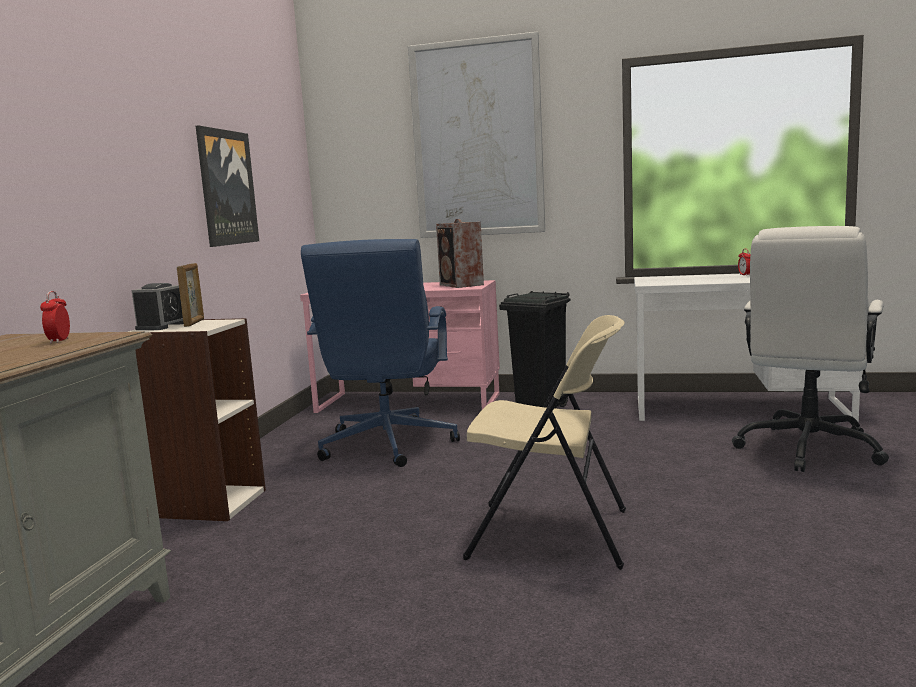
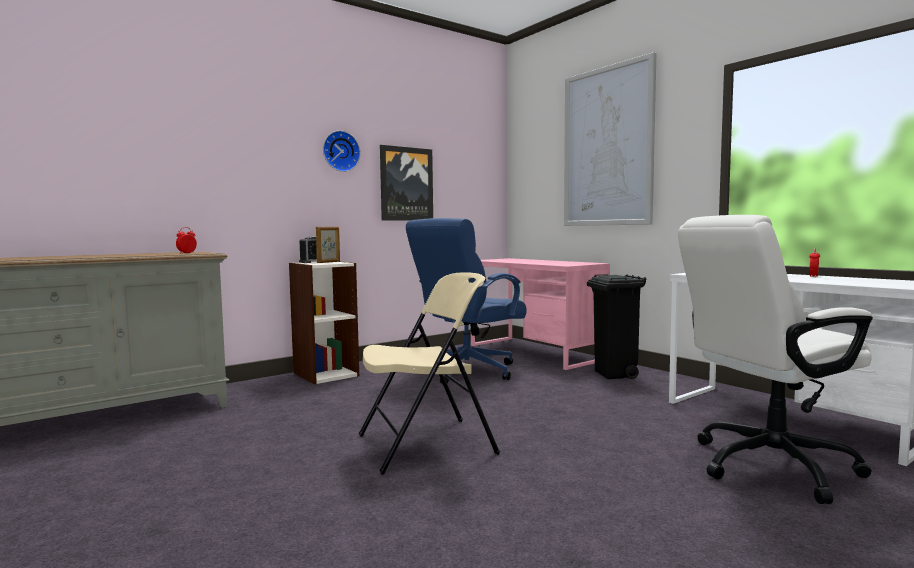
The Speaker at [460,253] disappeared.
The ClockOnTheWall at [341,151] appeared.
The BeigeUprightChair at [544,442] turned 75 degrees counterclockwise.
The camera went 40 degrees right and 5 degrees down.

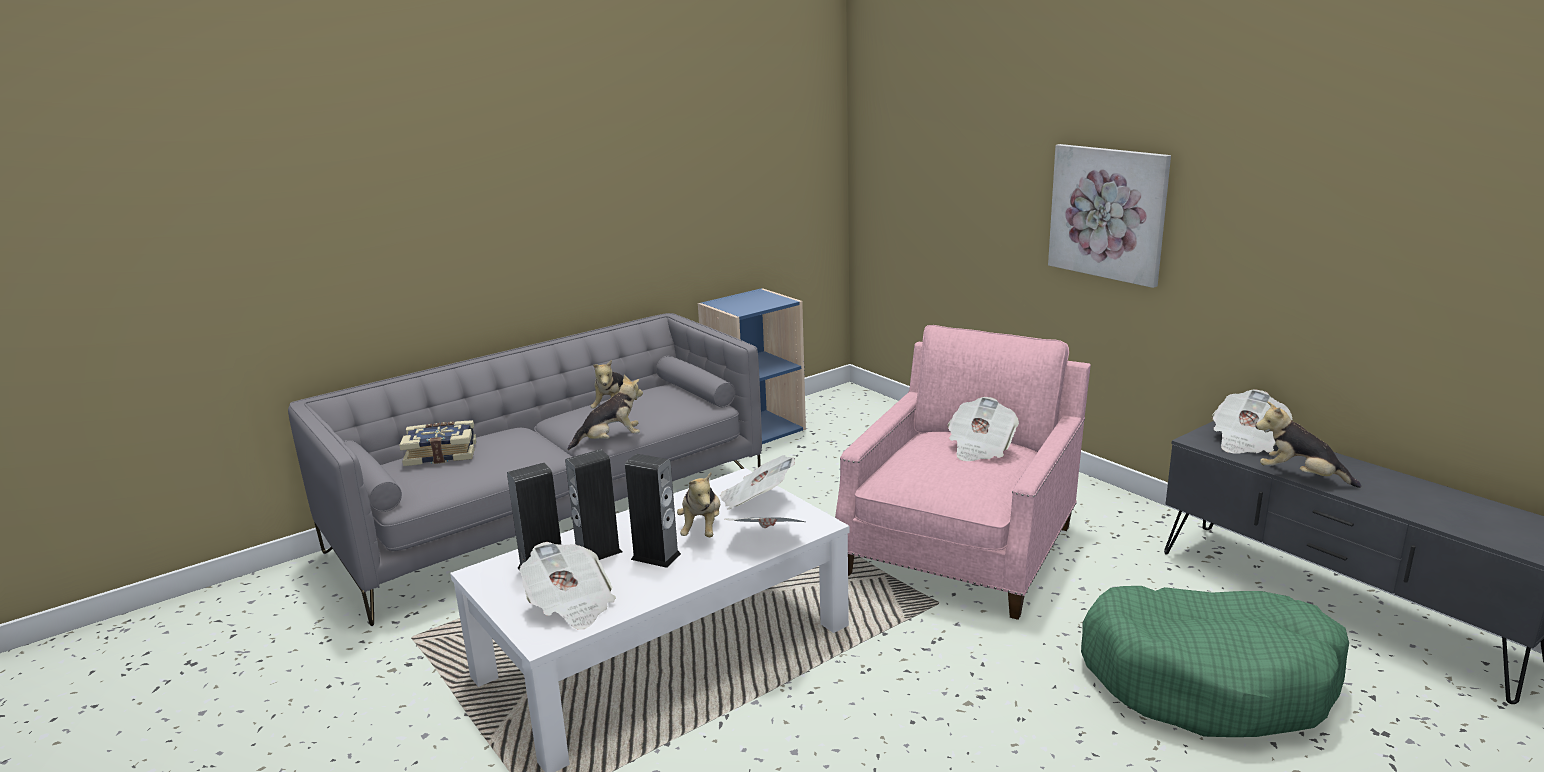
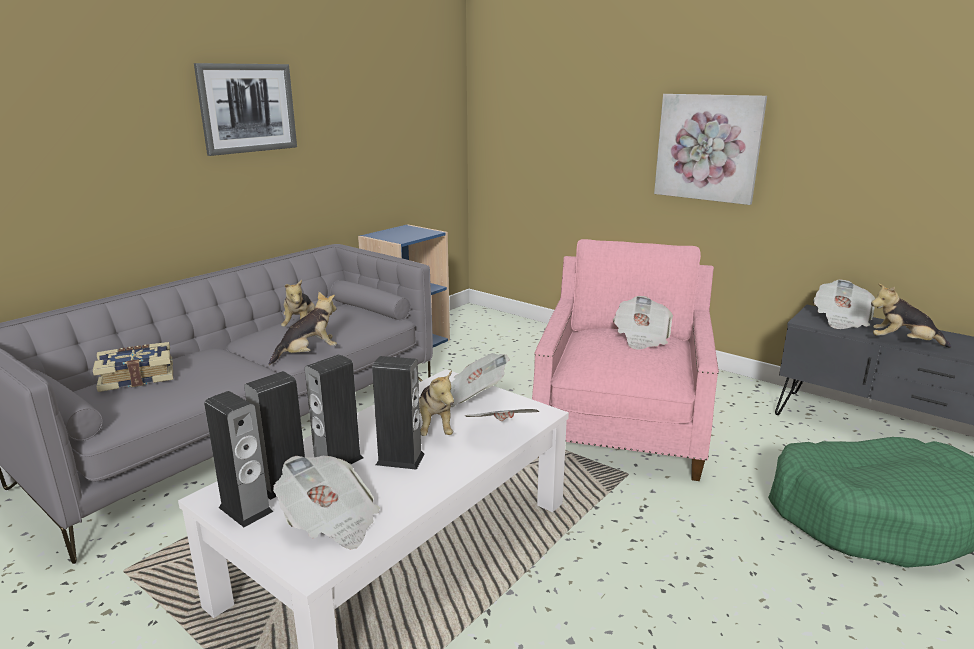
The Picture at [245,109] appeared.
The Speaker at [238,459] appeared.
The camera went 15 degrees left and 0 degrees up.

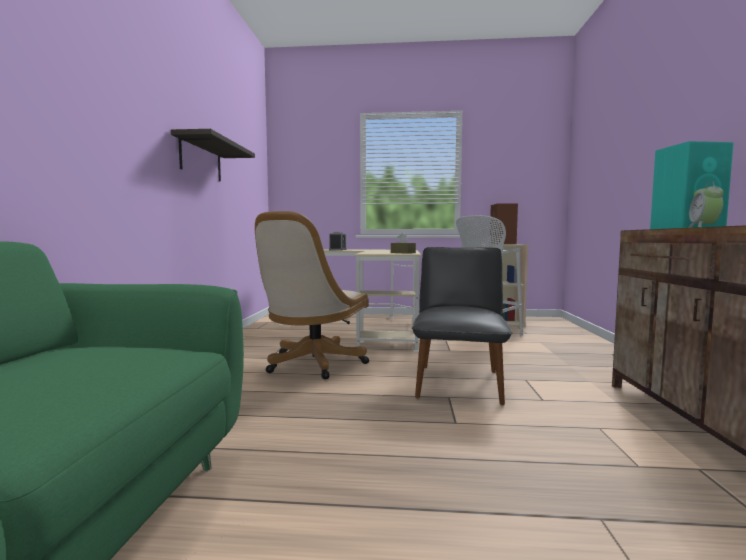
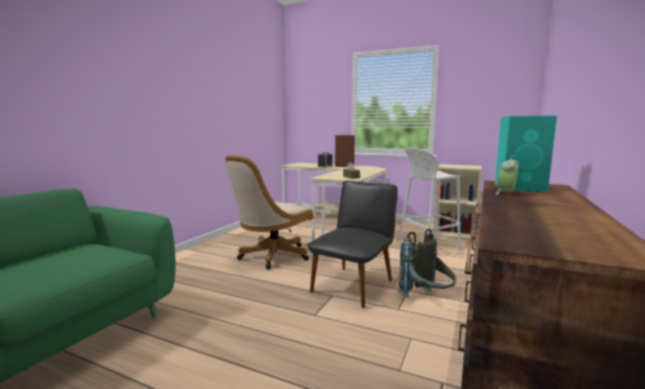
The WallShelf at [213,155] disappeared.
The GreyKnapsack at [426,263] appeared.
The BrownSpeaker moved from [504,223] to [345,151].
The camera went 20 degrees right and 5 degrees up.

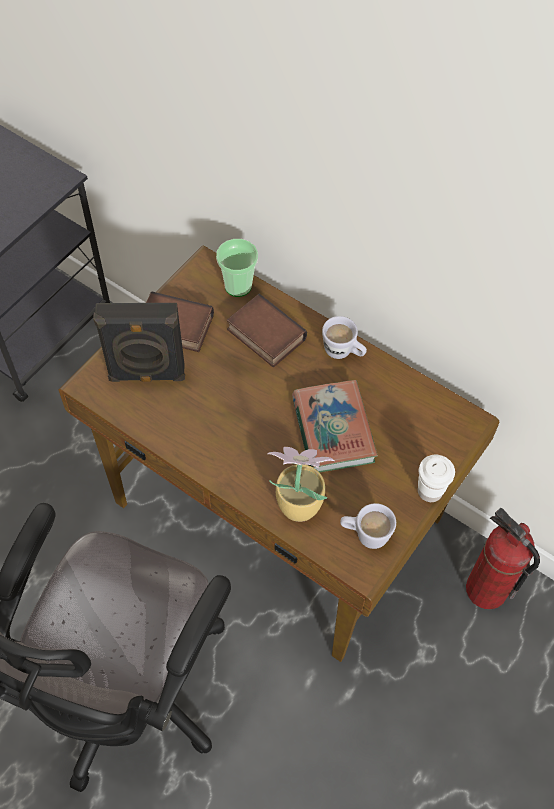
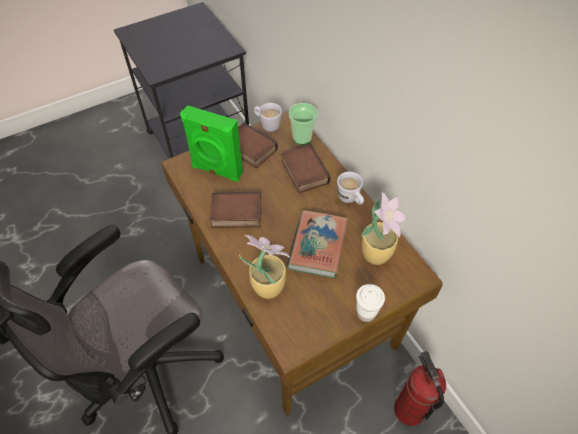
The Book at [235,210] appeared.
The PottedPlant at [383,228] appeared.
The WhitishCoffeeMug moved from [368,526] to [268,117].
The BlackishSpeaker at [139,342] became the GreenColouredSpeaker at [211,143].
The camera went 25 degrees right and 5 degrees down.

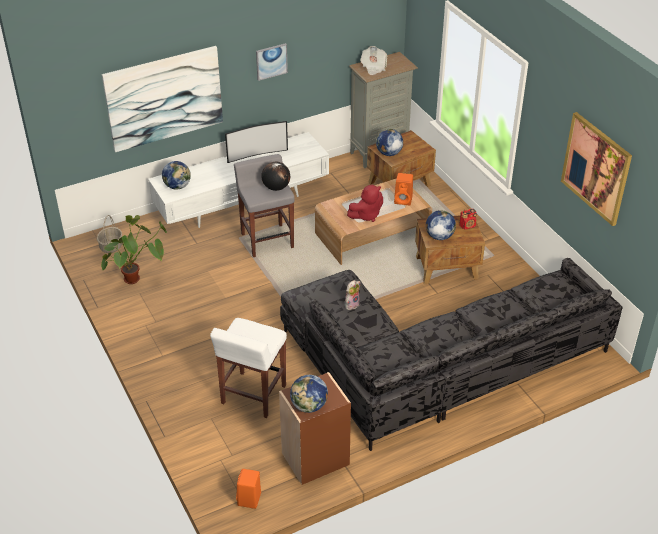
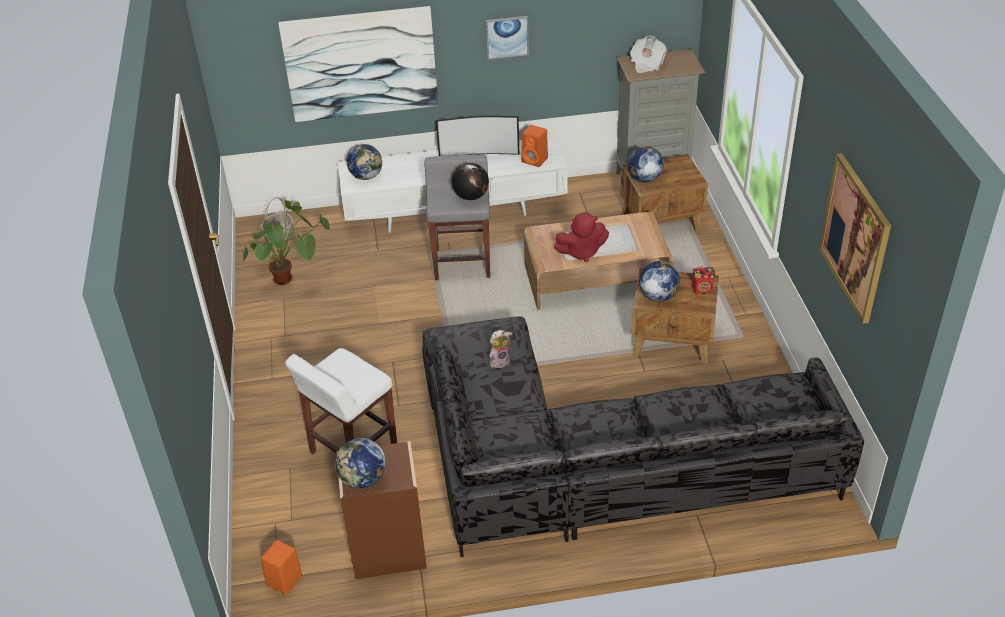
The OrangeySpeaker moved from [403,189] to [534,146].
The camera went 20 degrees right and 0 degrees up.

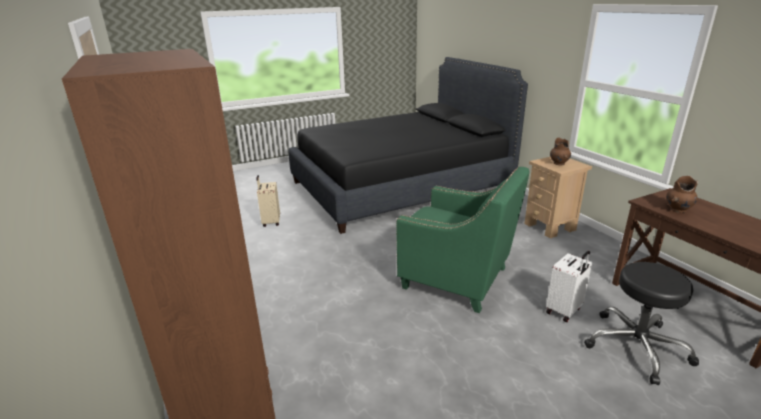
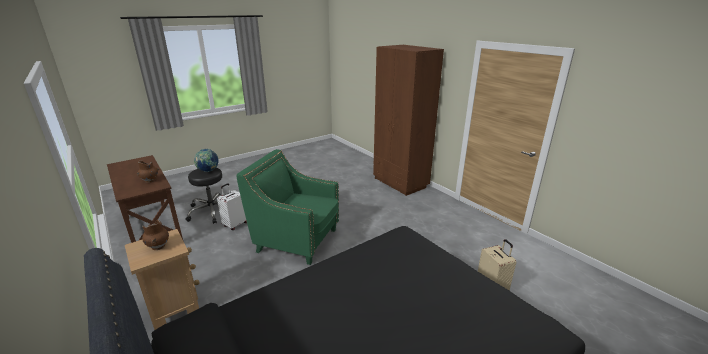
The WorldGlobe at [206,160] appeared.
The camera went 170 degrees right and 0 degrees up.

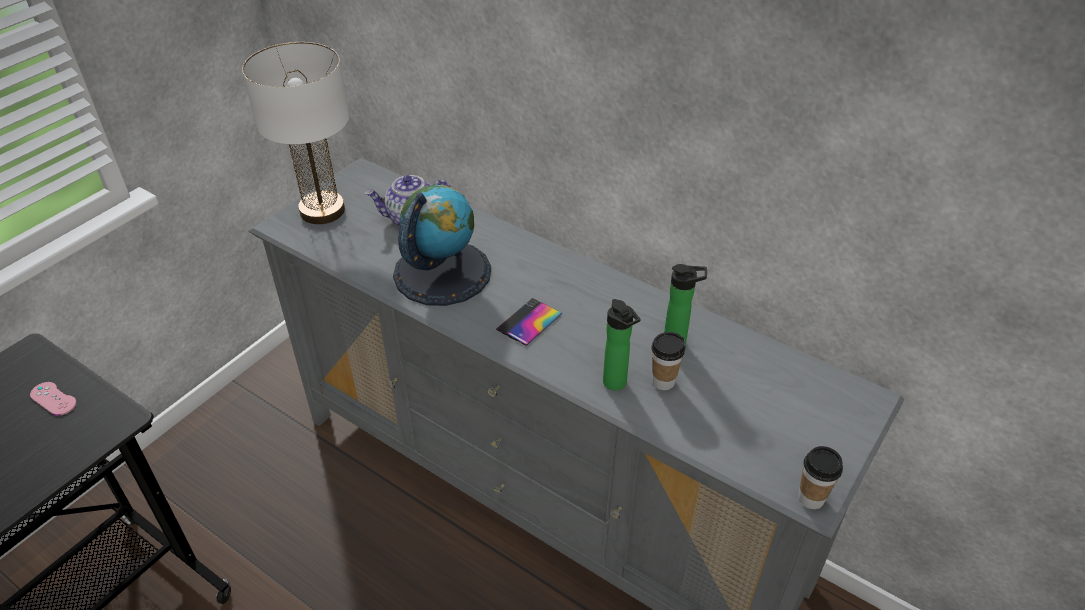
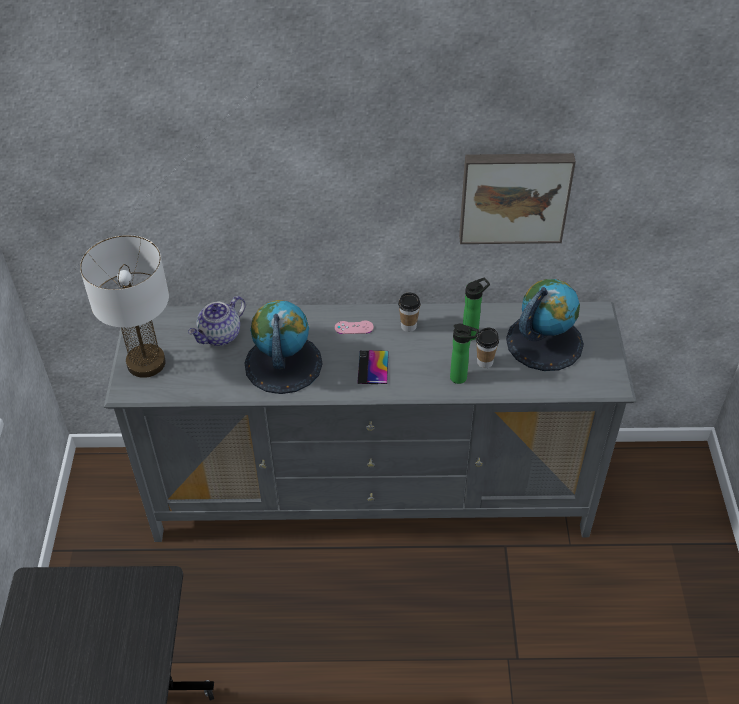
The Picture at [517,198] appeared.
The WorldGlobe at [545,325] appeared.
The PinkColouredGamepad moved from [53,398] to [354,327].
The Cup moved from [820,477] to [409,312].
The camera went 35 degrees left and 5 degrees up.

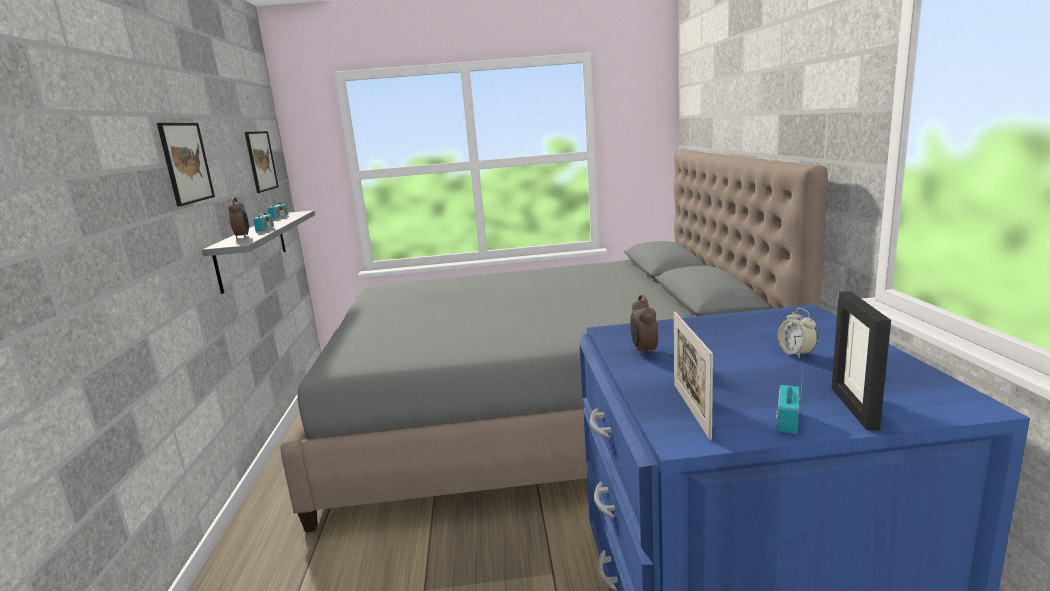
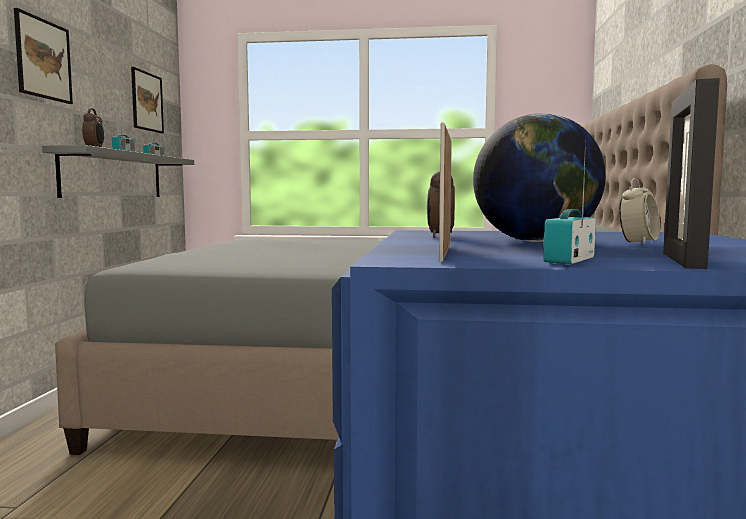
The WorldGlobe at [539,177] appeared.
The TableClock at [798,333] turned 135 degrees counterclockwise.
The camera went 10 degrees right and 10 degrees down.

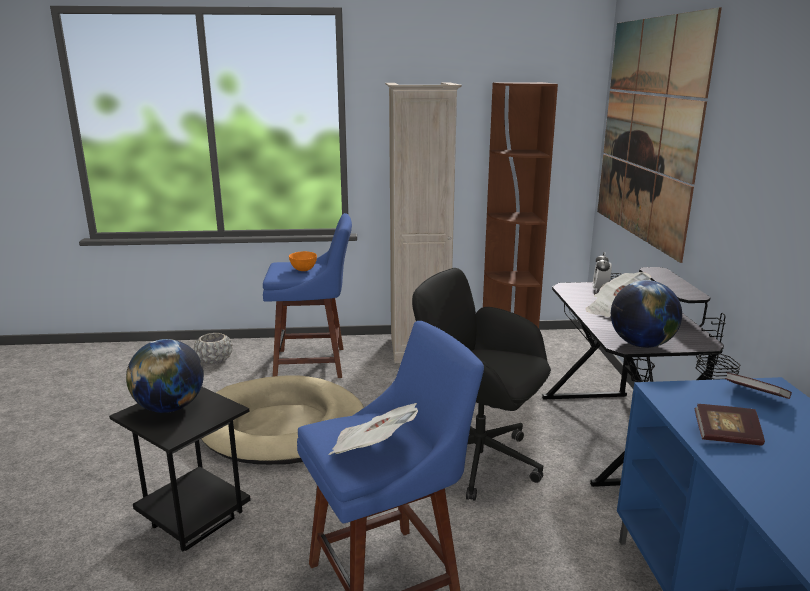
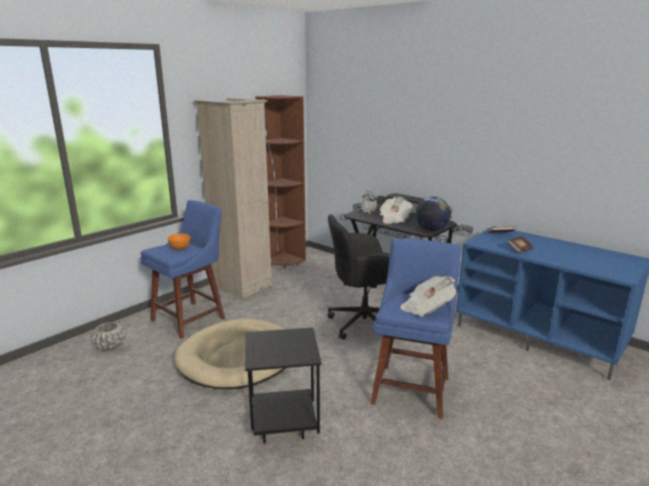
The WorldGlobe at [165,376] disappeared.
The Picture at [659,135] disappeared.
The camera went 45 degrees left and 0 degrees up.

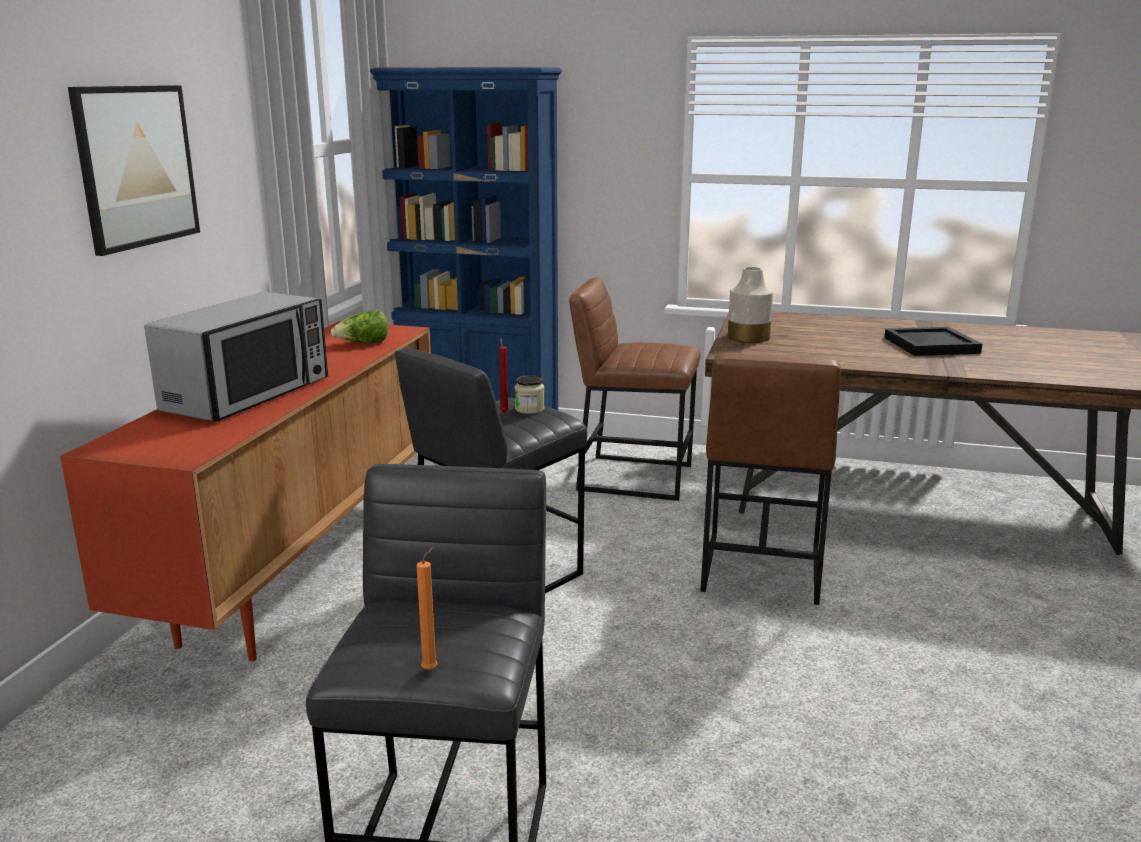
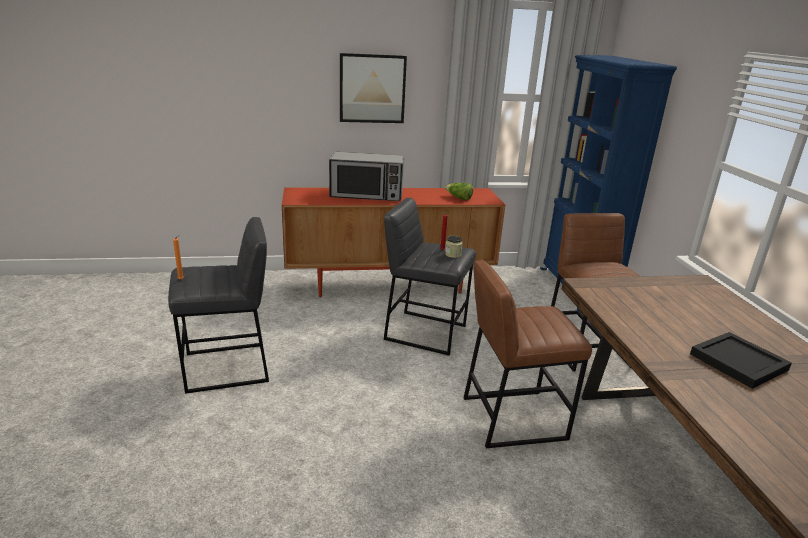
The BeigeVase at [750,305] disappeared.
The camera went 65 degrees right and 5 degrees up.

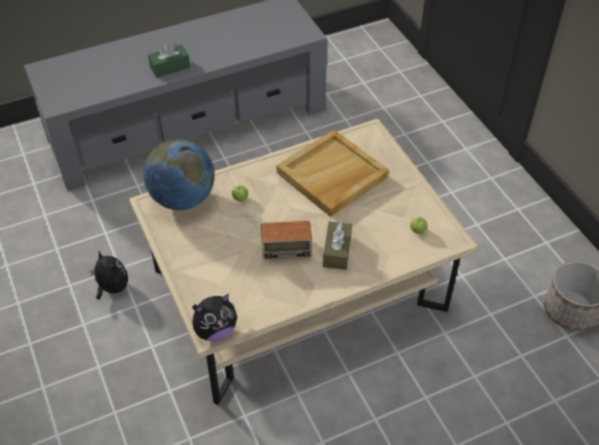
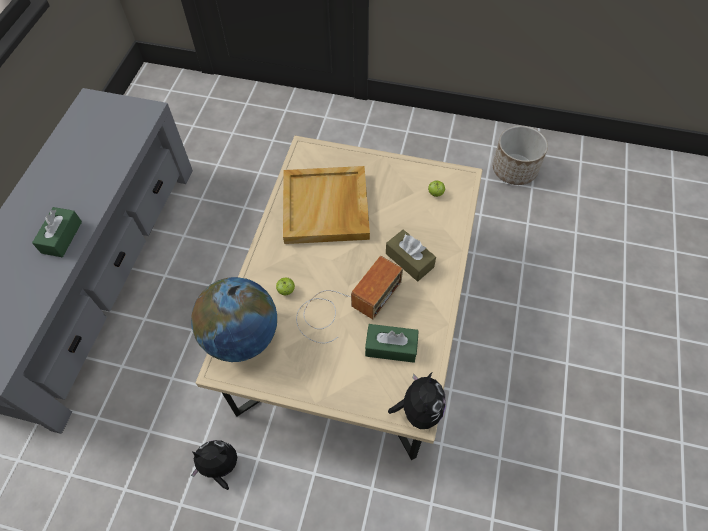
The GreenColouredTissueHolder at [392,343] appeared.
The camera went 50 degrees left and 10 degrees up.

